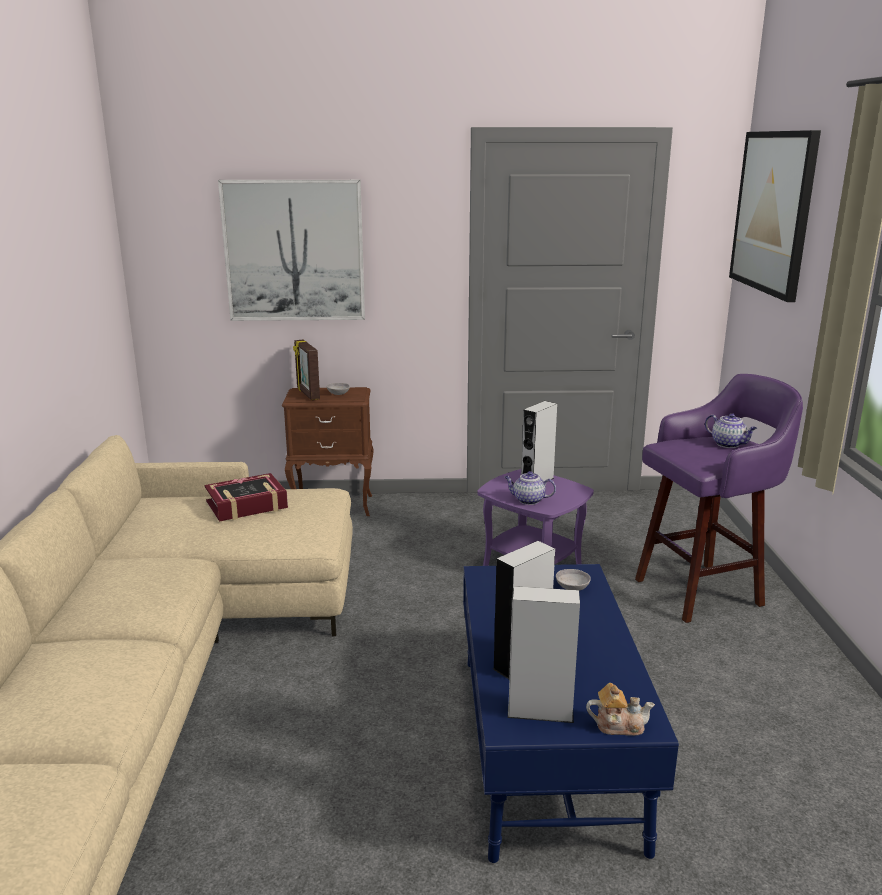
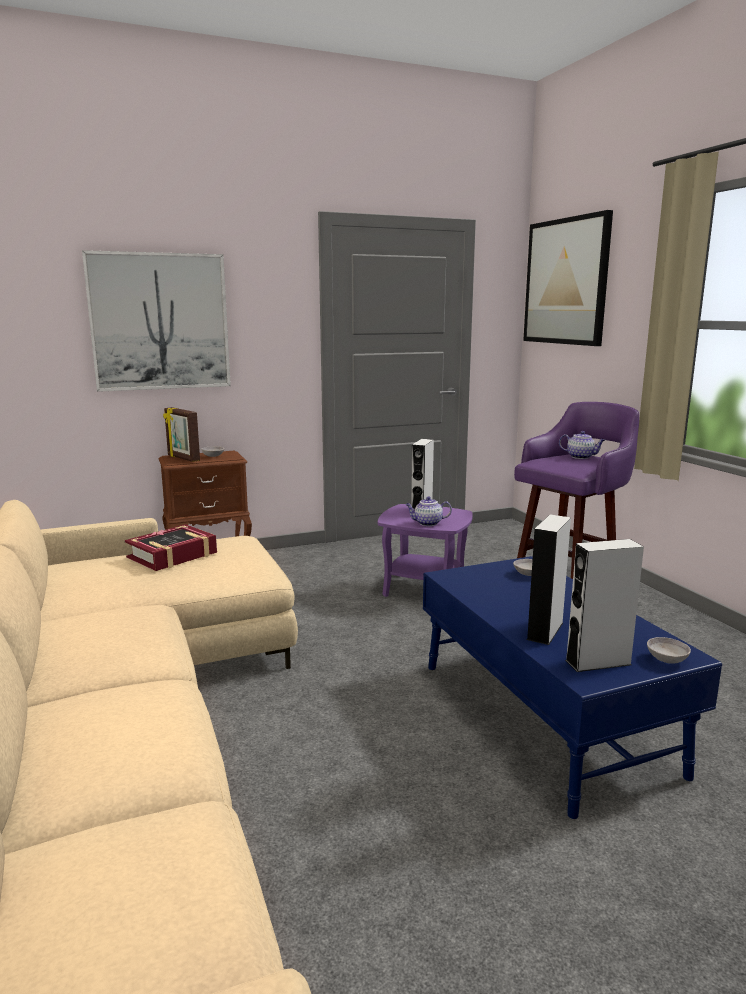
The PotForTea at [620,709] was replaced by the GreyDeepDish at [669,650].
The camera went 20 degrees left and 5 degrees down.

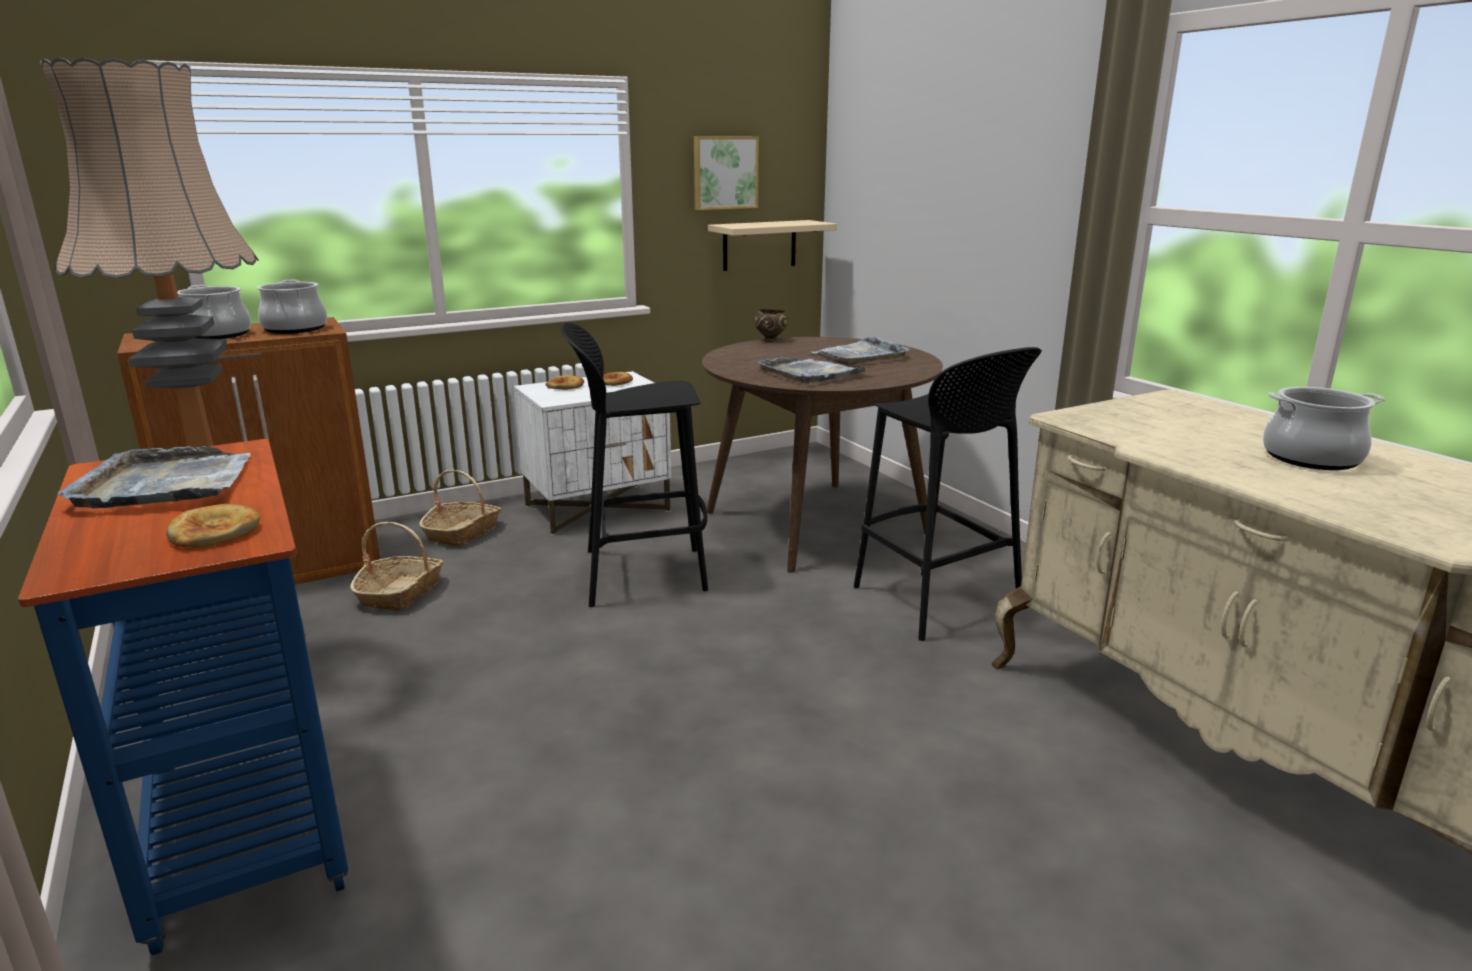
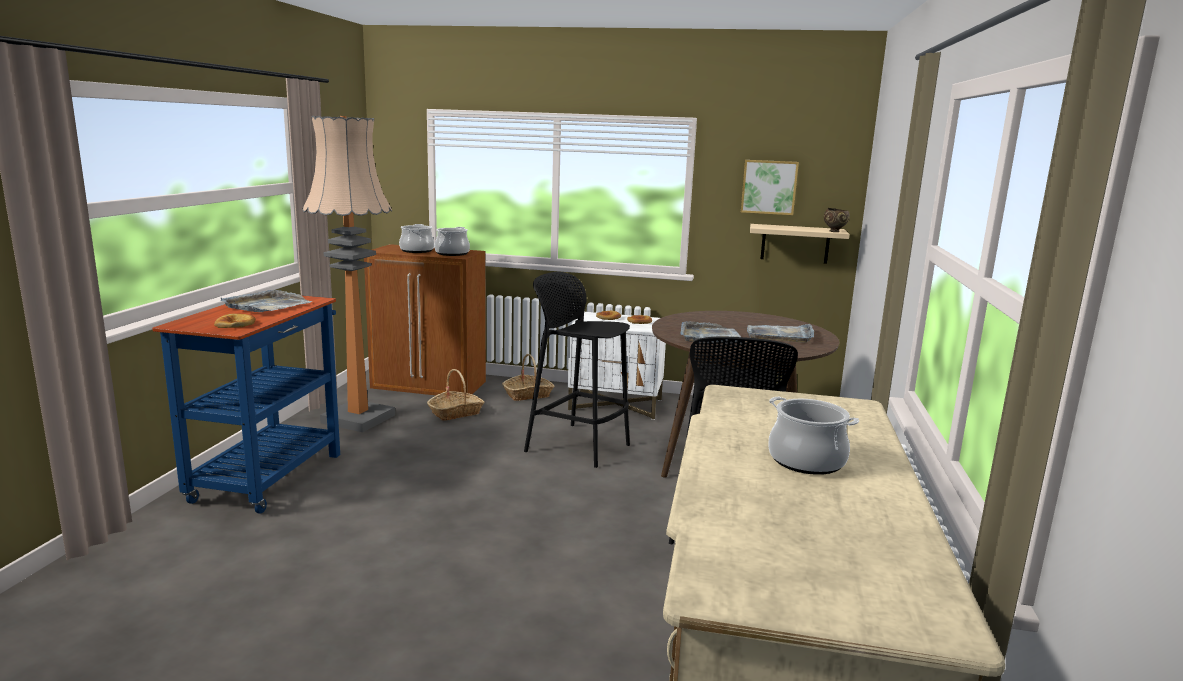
The BrownDeepDish moved from [771,325] to [837,220].
The camera went 40 degrees right and 5 degrees down.

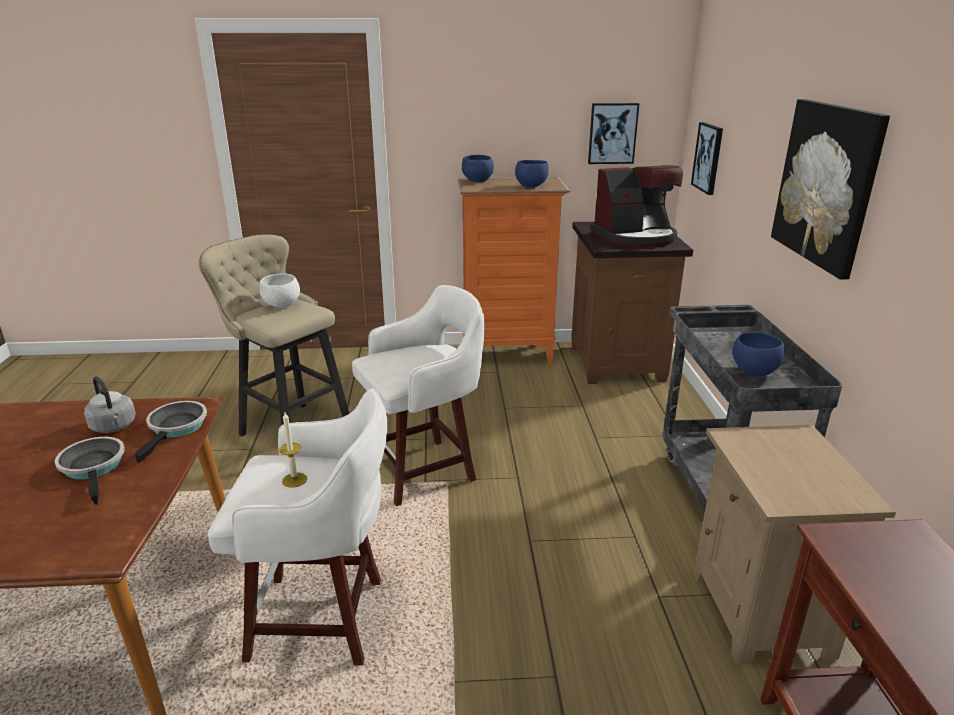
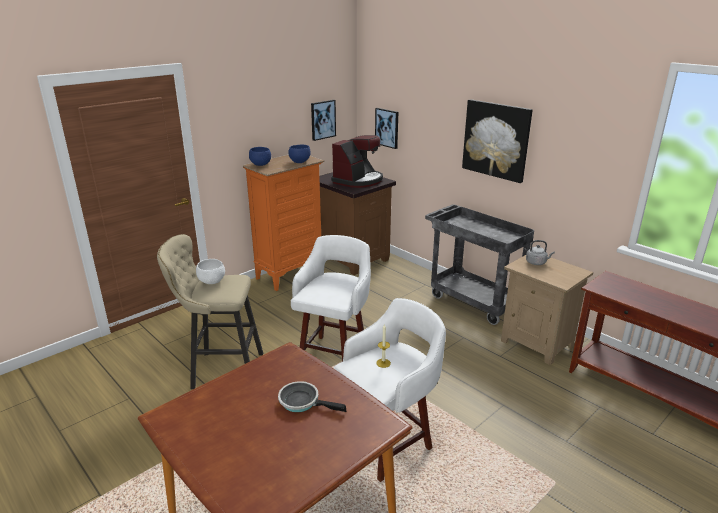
The FryingPan at [171,432] disappeared.
The BluishDeepDish at [759,354] disappeared.
The GreyTeaKettle moved from [110,404] to [540,252].
The camera went 40 degrees left and 0 degrees up.

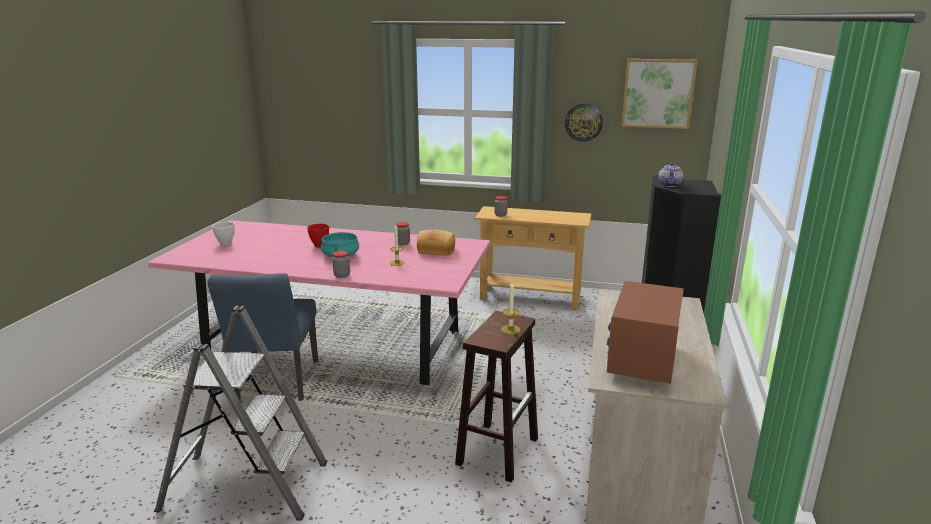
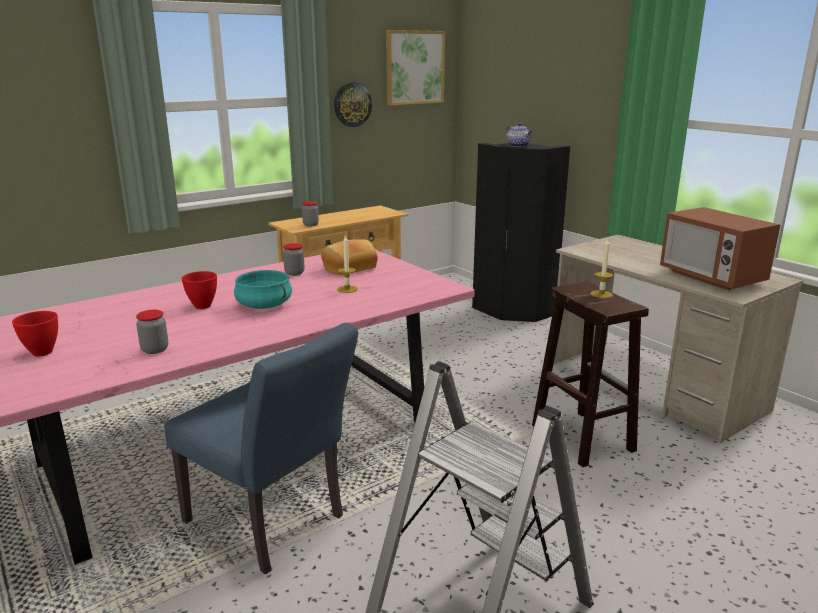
The Jar moved from [341,264] to [152,332].
The WhitishDeepDish at [223,234] became the ReddishDeepDish at [35,334].
The camera went 50 degrees left and 0 degrees up.

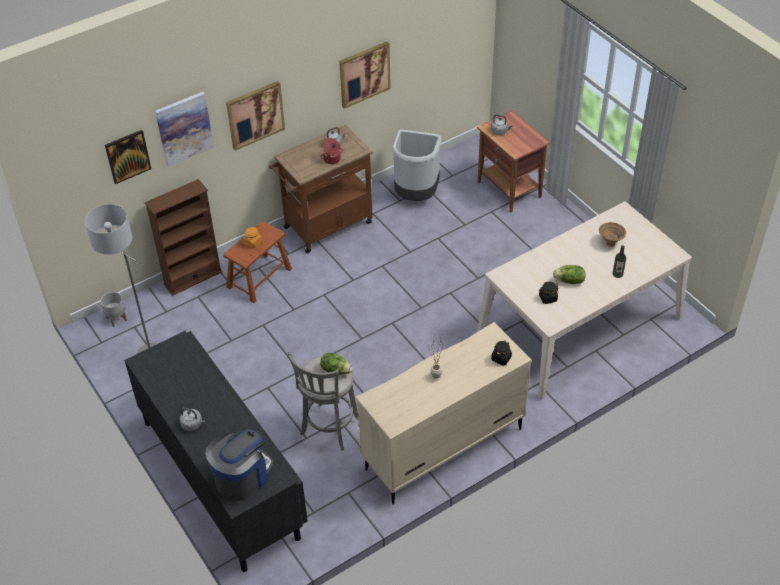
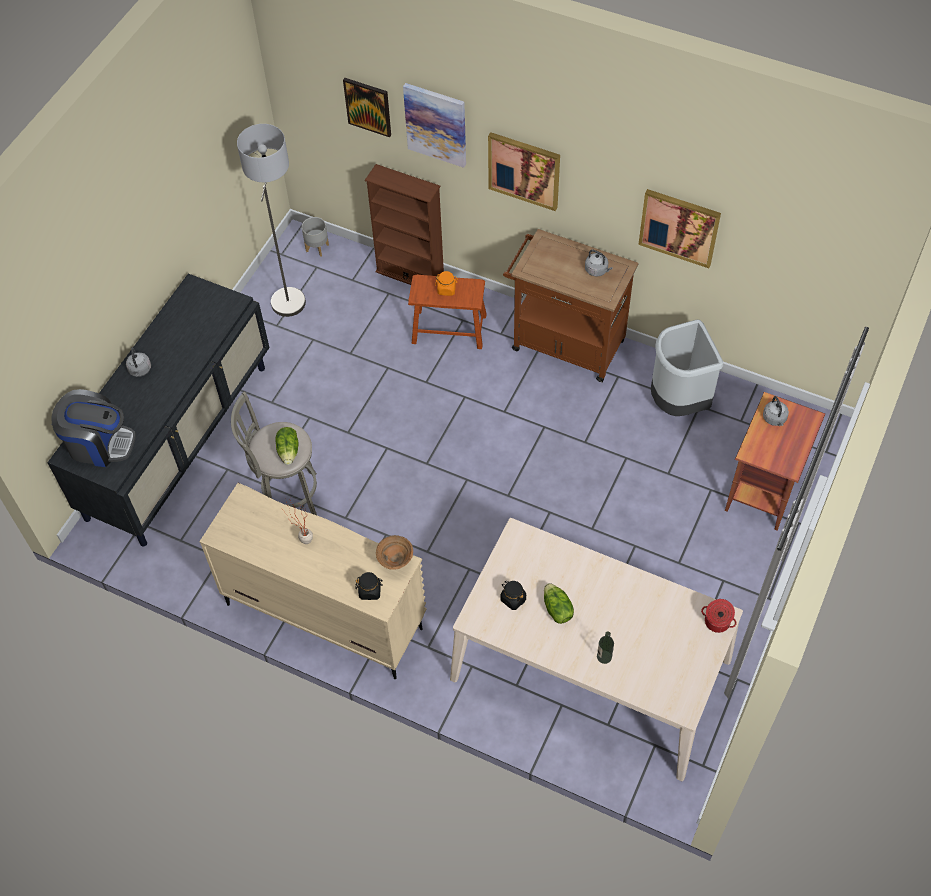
The CookingPot moved from [331,151] to [719,616].
The BrownDeepDish moved from [612,234] to [394,552].
The camera went 60 degrees right and 10 degrees up.

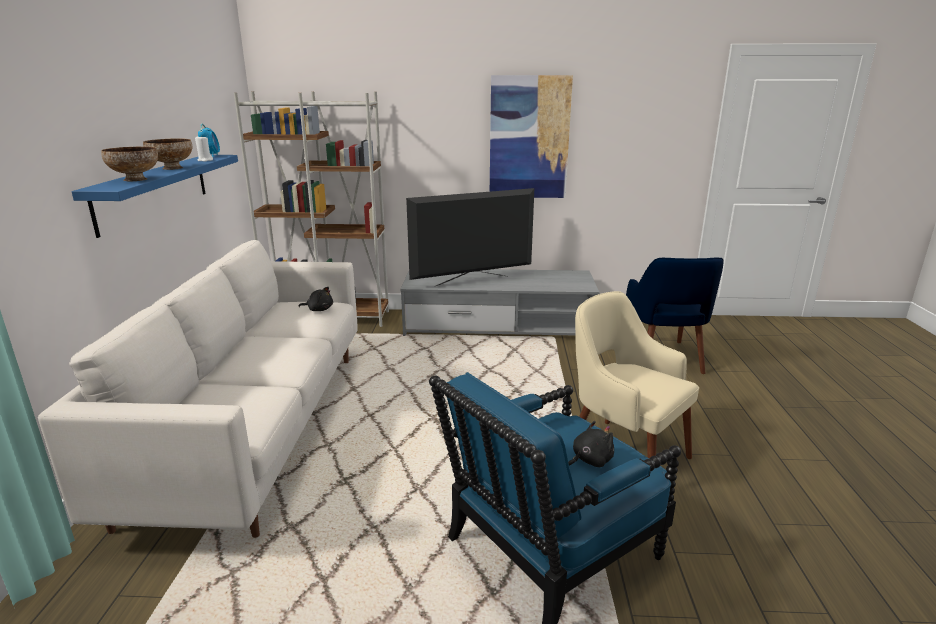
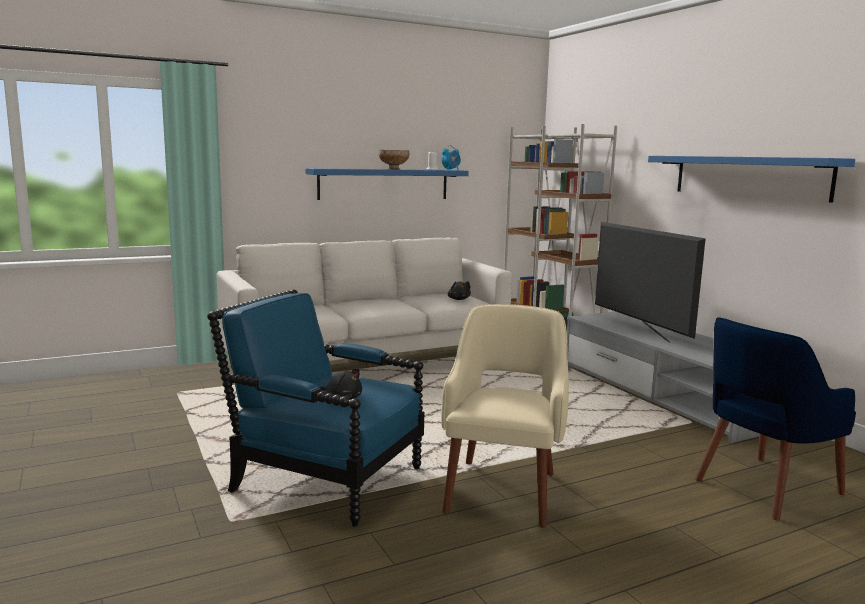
The DeepDish at [129,164] disappeared.
The Picture at [531,136] was replaced by the BluishWallShelf at [751,179].
The Television at [470,237] turned 150 degrees counterclockwise.
The camera went 60 degrees right and 10 degrees down.

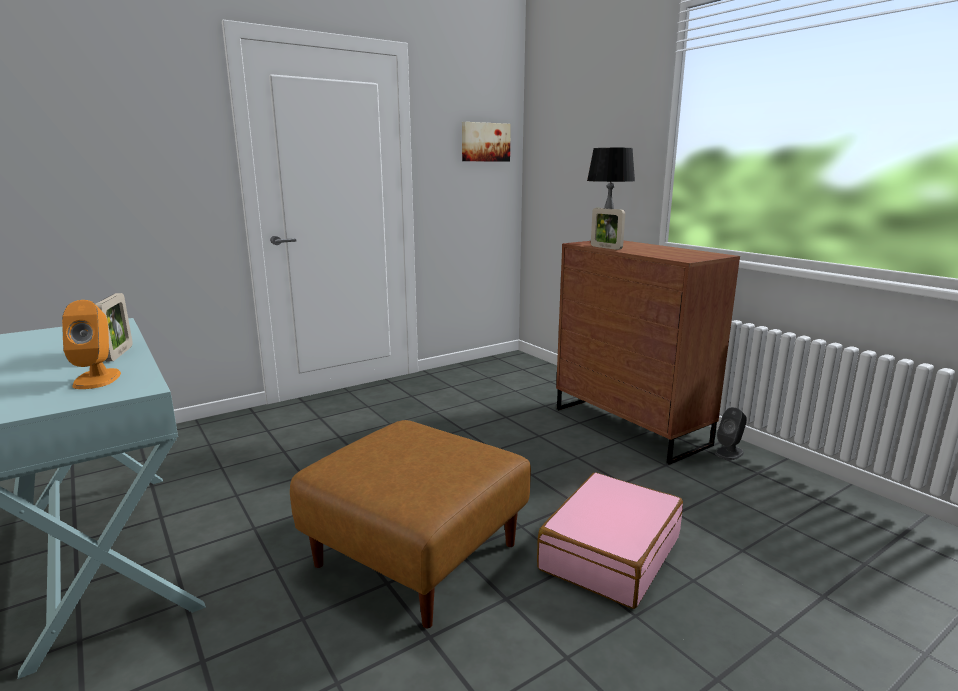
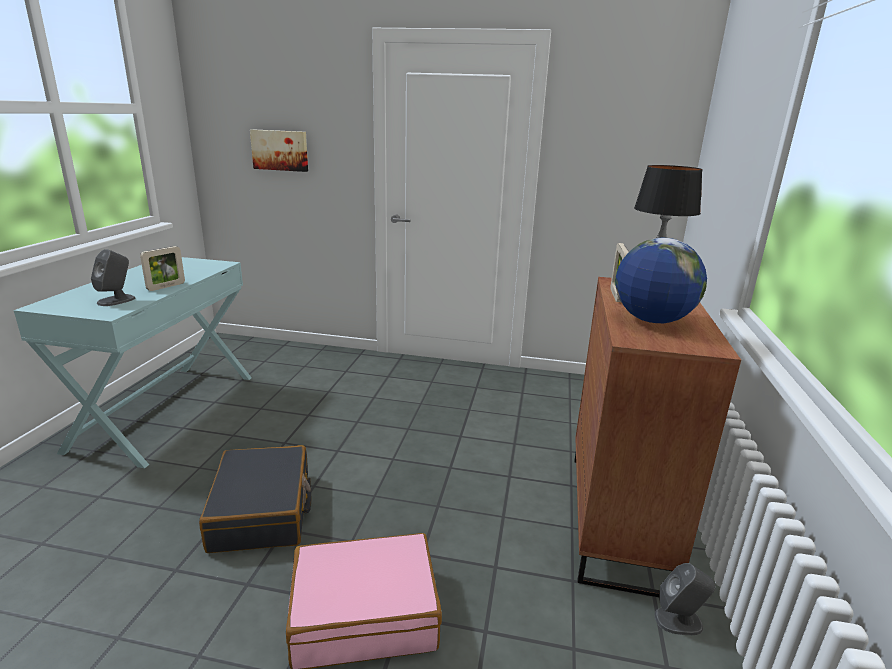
The WorldGlobe at [661,280] appeared.
The Picture moved from [486,142] to [279,150].
The BrownFootrest at [410,524] was replaced by the BlackishSuitcase at [255,499].
The OrangeySpeaker at [91,344] became the GreySpeaker at [113,277].
The camera went 45 degrees right and 5 degrees up.

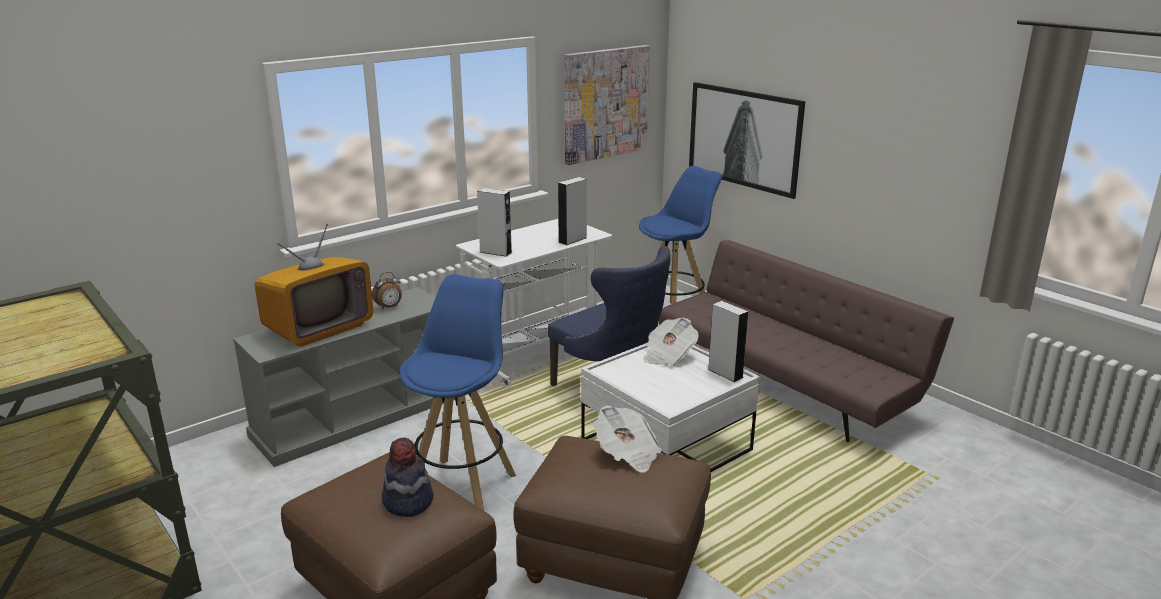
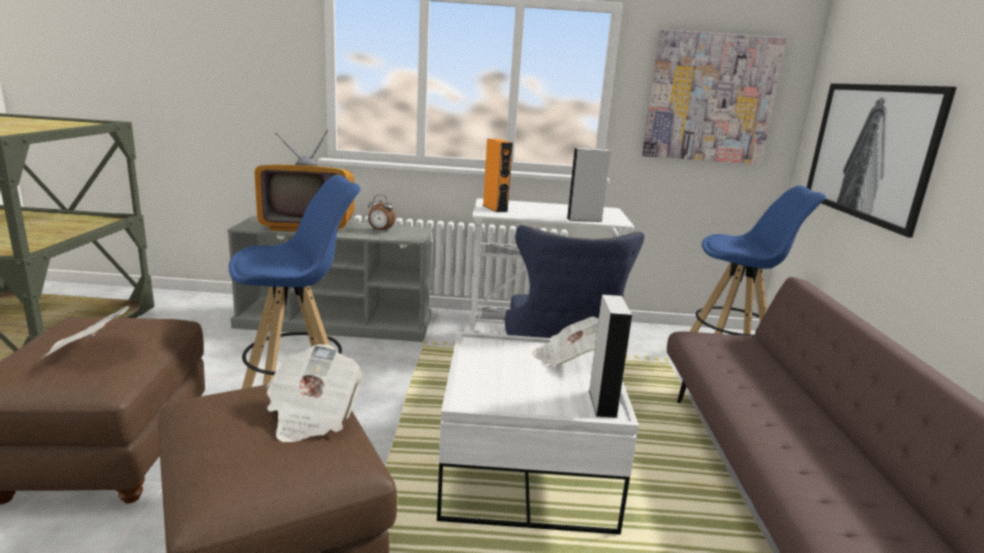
The ClothingHat at [408,477] was replaced by the PrintedPaper at [84,332].
The GreySpeaker at [494,222] became the OrangeySpeaker at [498,176].
The camera went 40 degrees right and 5 degrees down.

